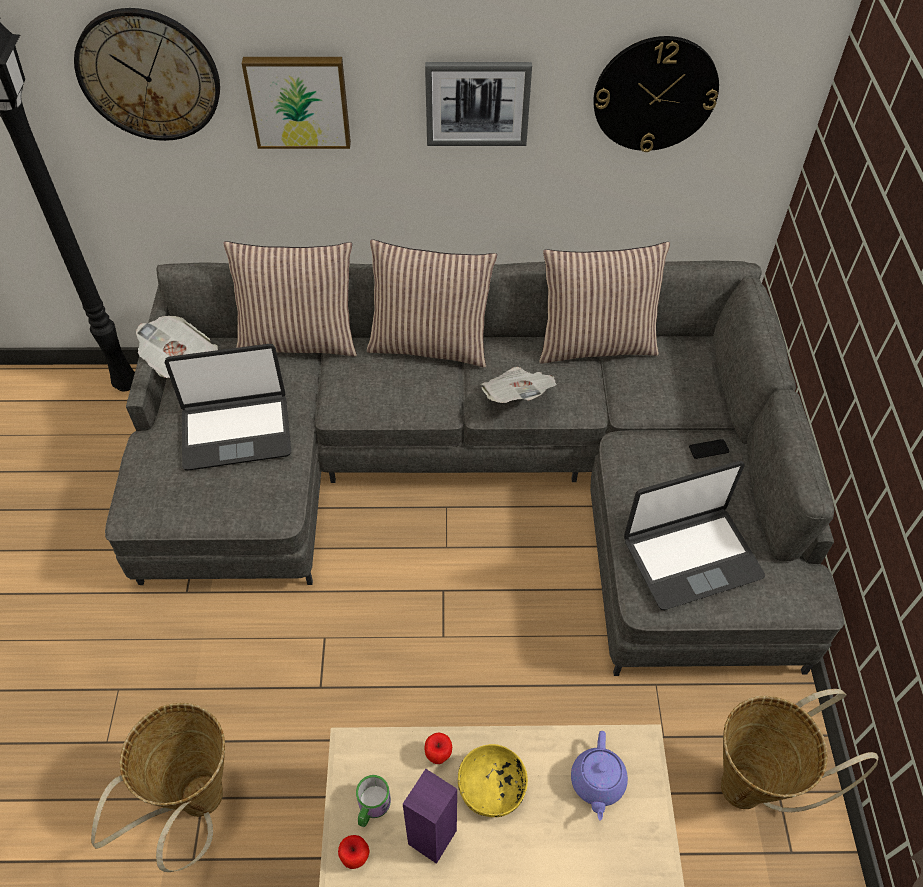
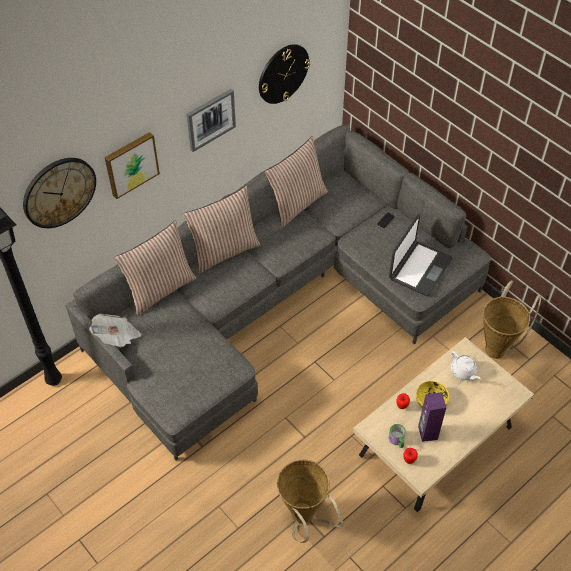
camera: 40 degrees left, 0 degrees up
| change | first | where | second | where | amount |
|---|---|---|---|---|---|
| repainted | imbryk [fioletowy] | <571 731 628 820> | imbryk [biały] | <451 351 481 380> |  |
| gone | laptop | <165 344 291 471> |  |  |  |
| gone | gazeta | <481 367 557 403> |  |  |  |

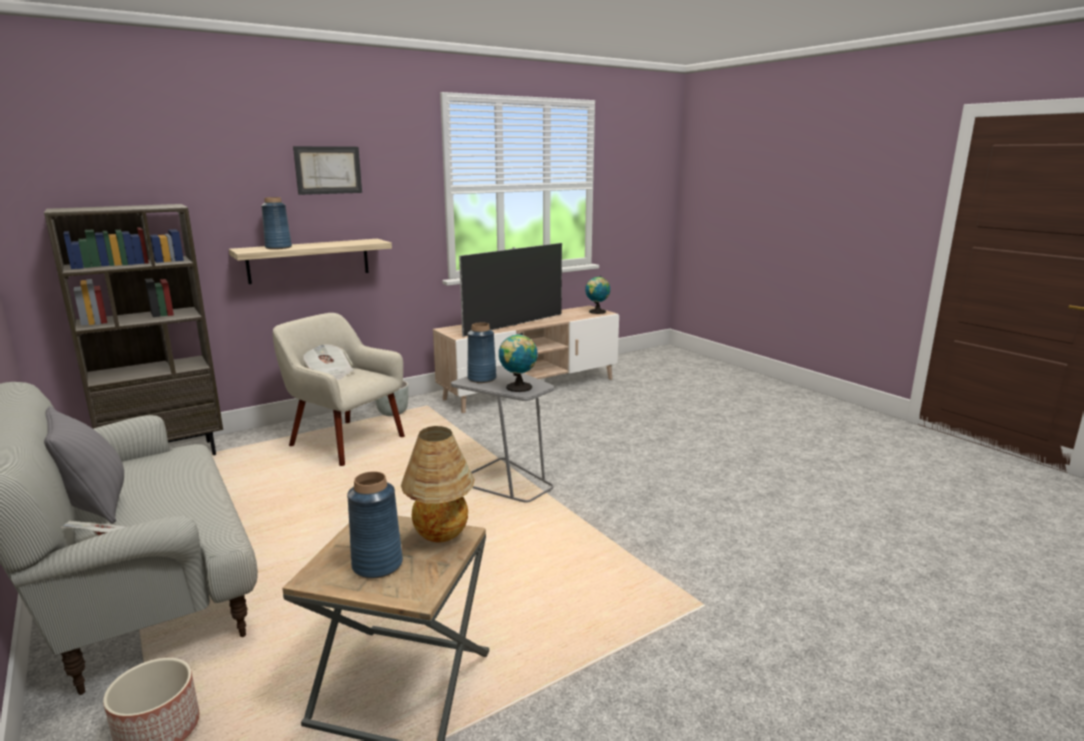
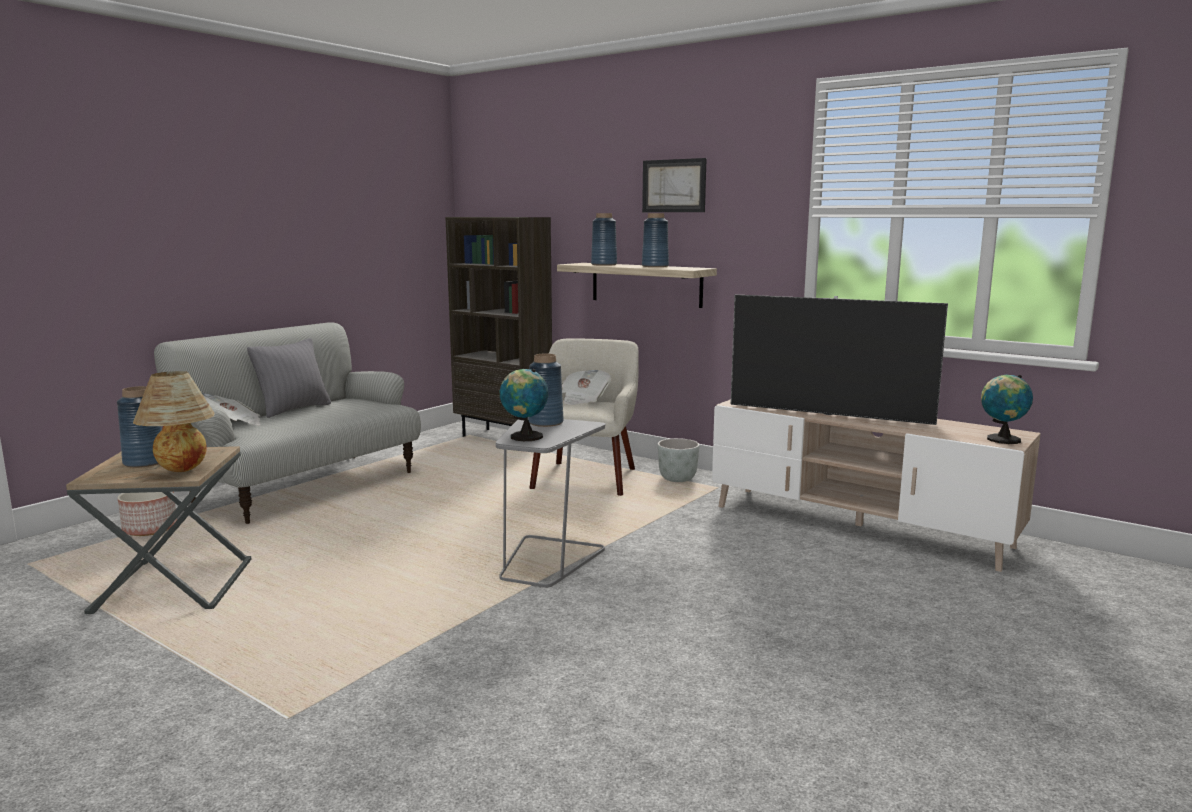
camera: 70 degrees right, 5 degrees down
| change | first | where | second | where | amount |
|---|---|---|---|---|---|
| new |  |  | wazon [niebieski] | <642 213 669 267> |  |

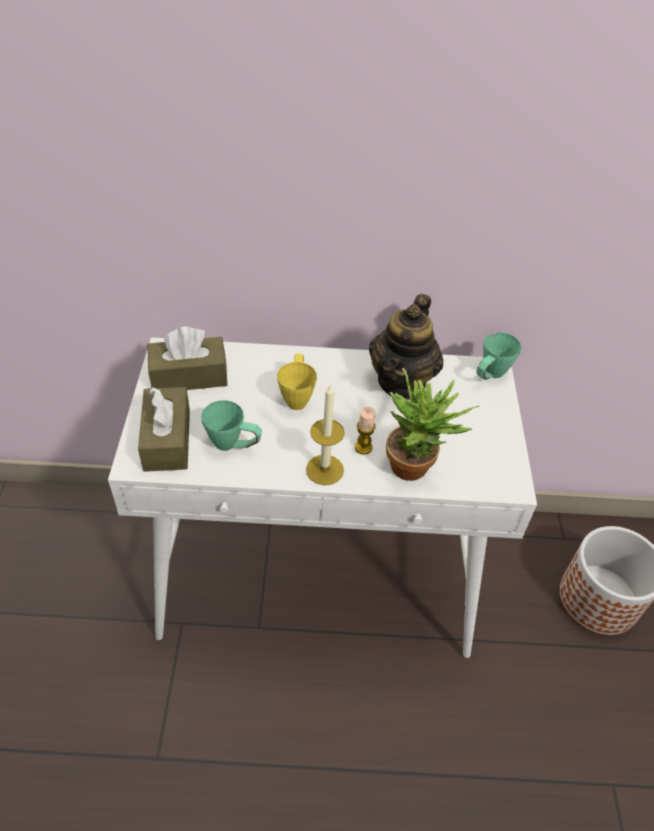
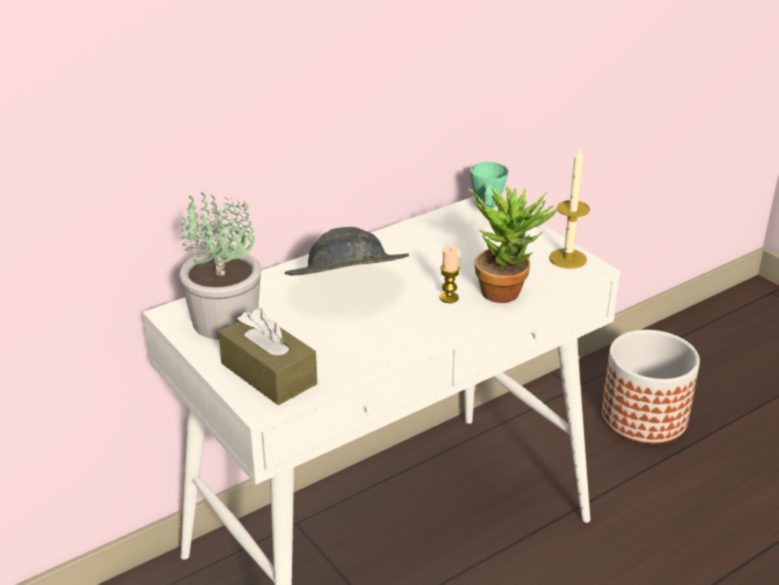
camera: 35 degrees left, 15 degrees down
| change | first | where | second | where | amount |
|---|---|---|---|---|---|
| swapped | pudełko chusteczek [brązowy] | <147 326 228 390> | roślina doniczkowa | <179 192 261 340> |  |
| swapped | kubek [żółty] | <277 354 317 410> | kapelusz [szary] | <285 227 409 275> |  |
| shifted | świeca | <306 383 345 485> |  | <549 148 590 269> |  |
| gone | kubek [zielony] | <201 400 262 451> |  |  |  |
| gone | imbryk | <369 294 443 400> |  |  |  |

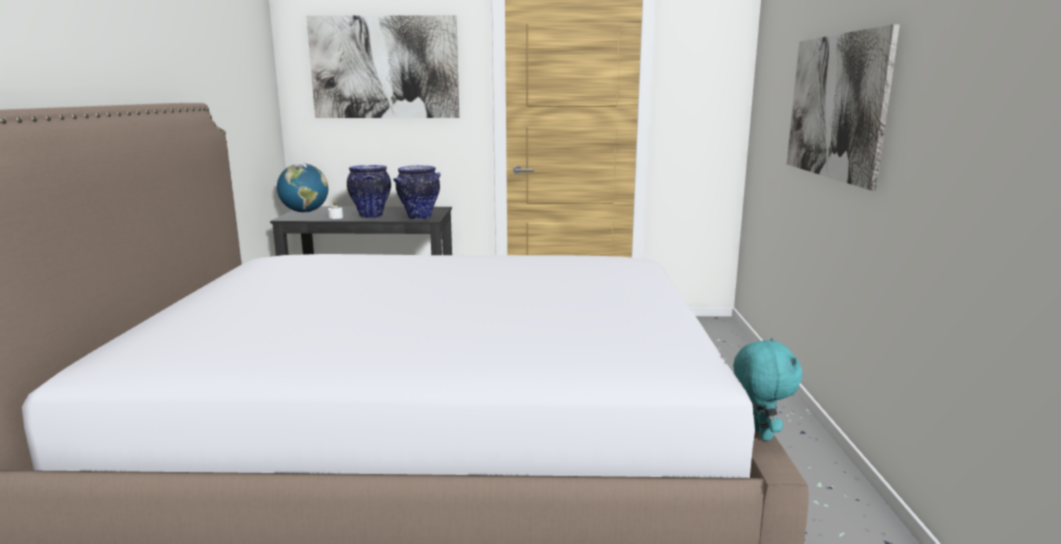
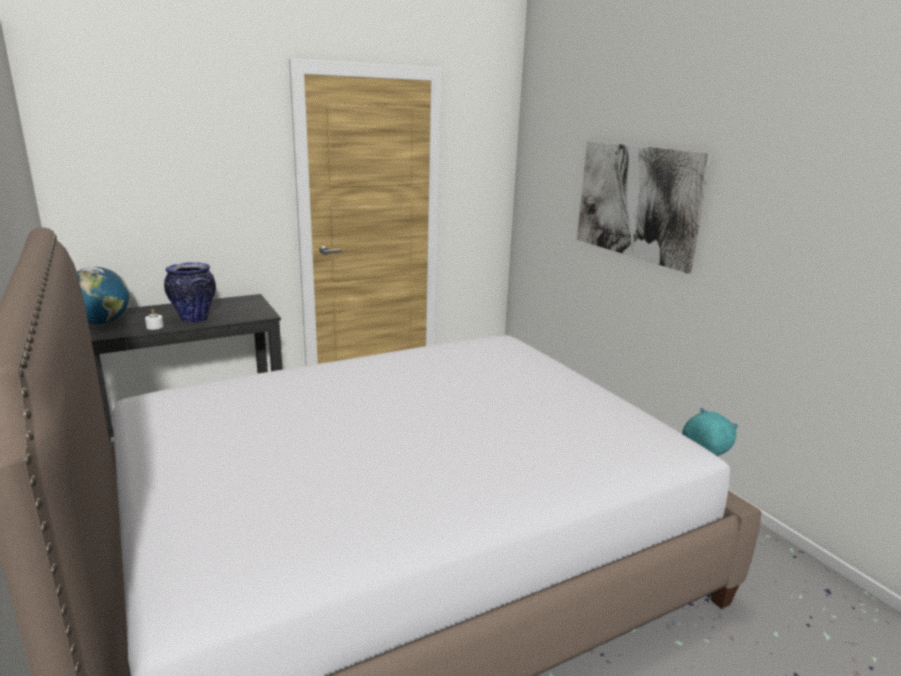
camera: 30 degrees left, 5 degrees up
| change | first | where | second | where | amount |
|---|---|---|---|---|---|
| gone | obraz | <306 15 459 118> |  |  |  |
| gone | wazon | <393 165 440 220> |  |  |  |

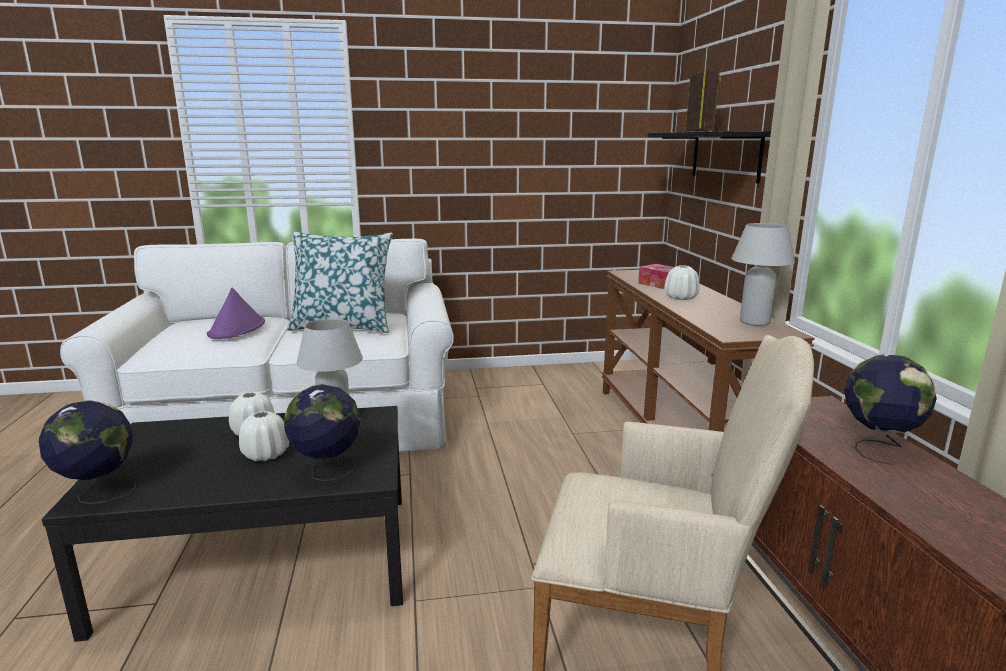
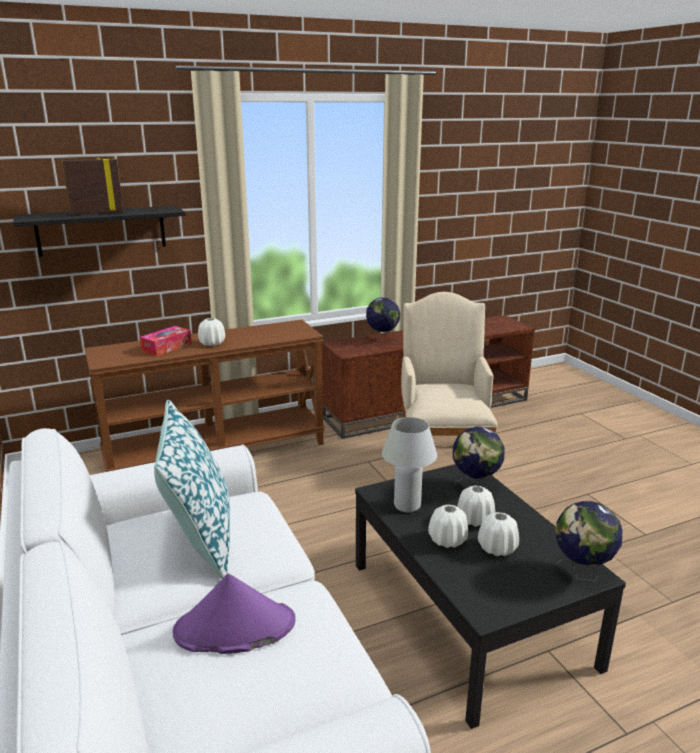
camera: 105 degrees left, 5 degrees up
| change | first | where | second | where | amount |
|---|---|---|---|---|---|
| new |  |  | wazon [biały] | <478 512 519 556> |  |
| gone | lampa stołowa [biały] | <731 223 795 326> |  |  |  |

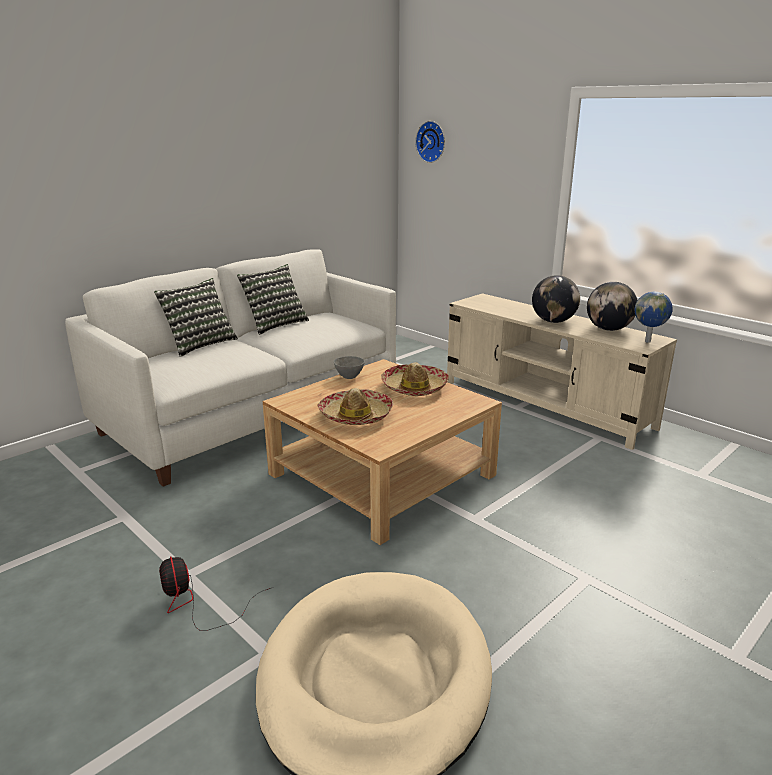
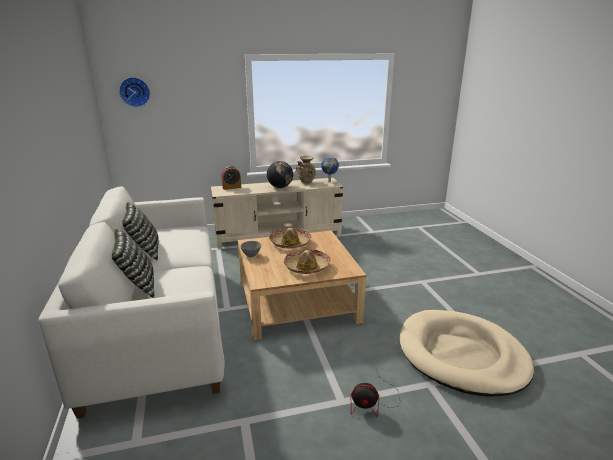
camera: 60 degrees left, 0 degrees up
| change | first | where | second | where | amount |
|---|---|---|---|---|---|
| new |  |  | budzik | <222 166 241 190> |  |
| swapped | globus | <587 282 637 331> | wazon [beżowy] | <296 156 316 184> |  |

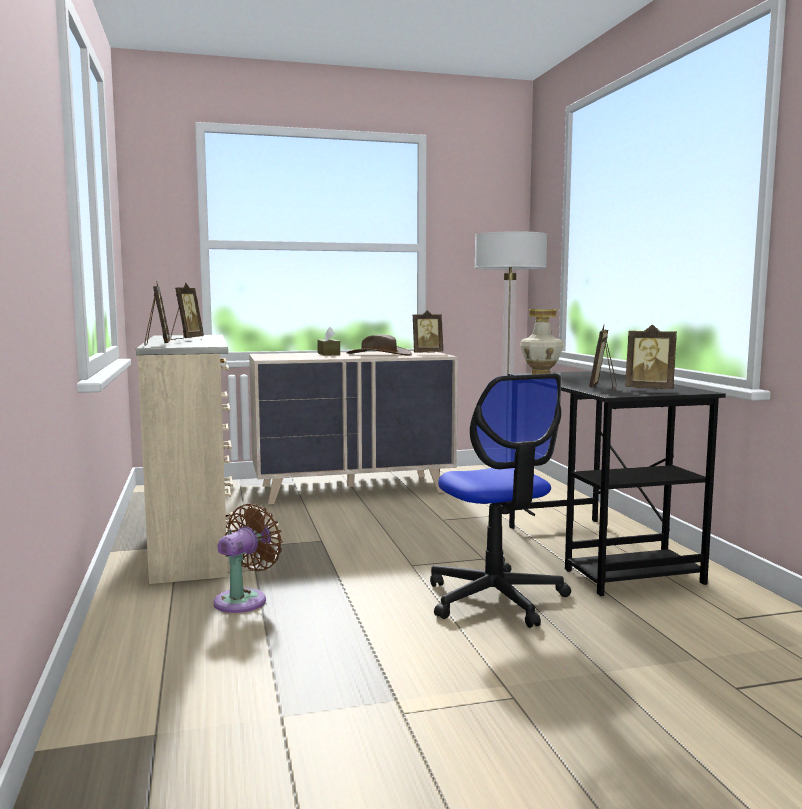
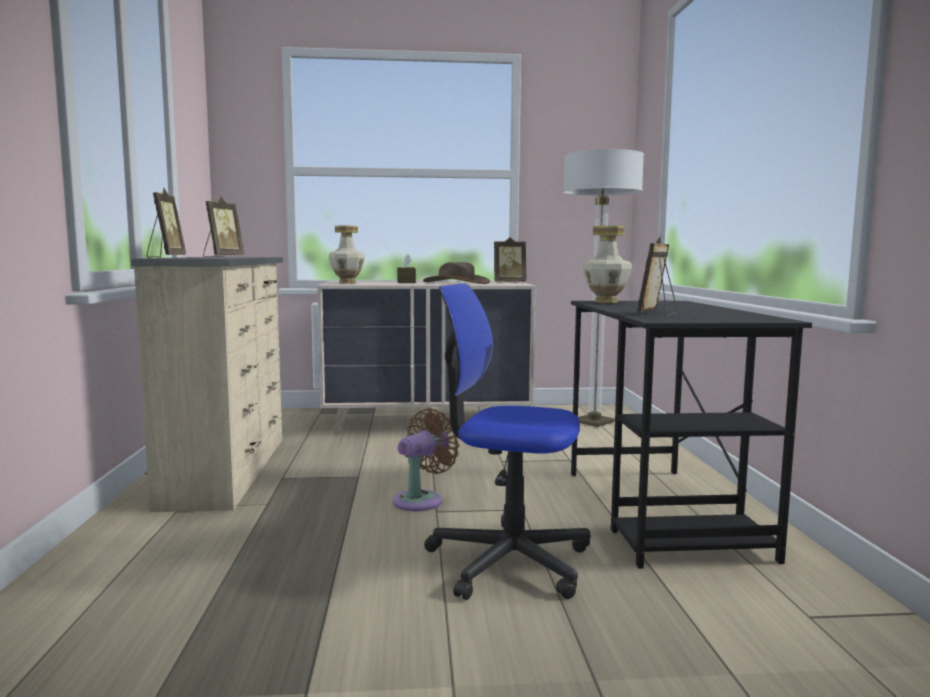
camera: 10 degrees right, 0 degrees up
| change | first | where | second | where | amount |
|---|---|---|---|---|---|
| new |  |  | wazon | <328 226 365 283> |  |
| shifted | wentylator [brązowy] | <213 503 283 613> |  | <393 408 460 511> |  |
| rotated | krzesło biurowe | <430 374 571 628> |  | <424 283 590 600> | 120 degrees clockwise |
| gone | ramka na zdjęcie | <625 325 677 389> |  |  |  |

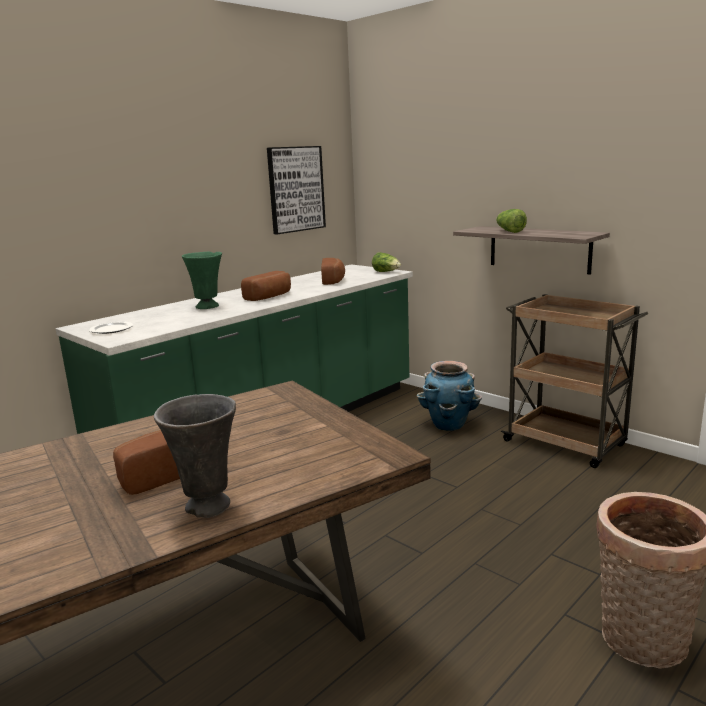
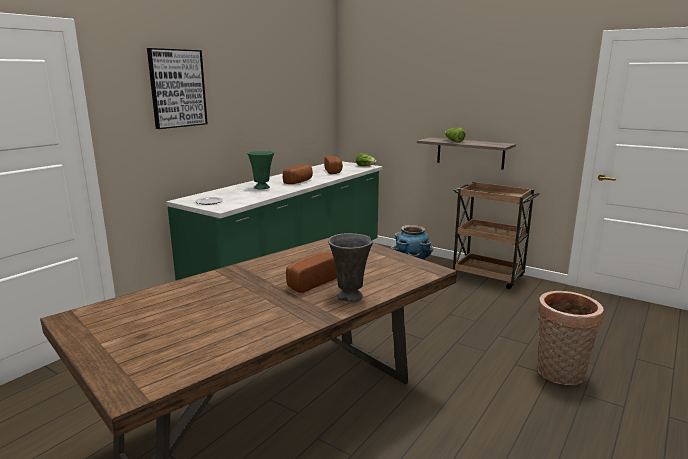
camera: 10 degrees left, 0 degrees up
| change | first | where | second | where | amount |
|---|---|---|---|---|---|
| shifted | obraz | <267 146 326 234> |  | <147 48 208 129> |  |

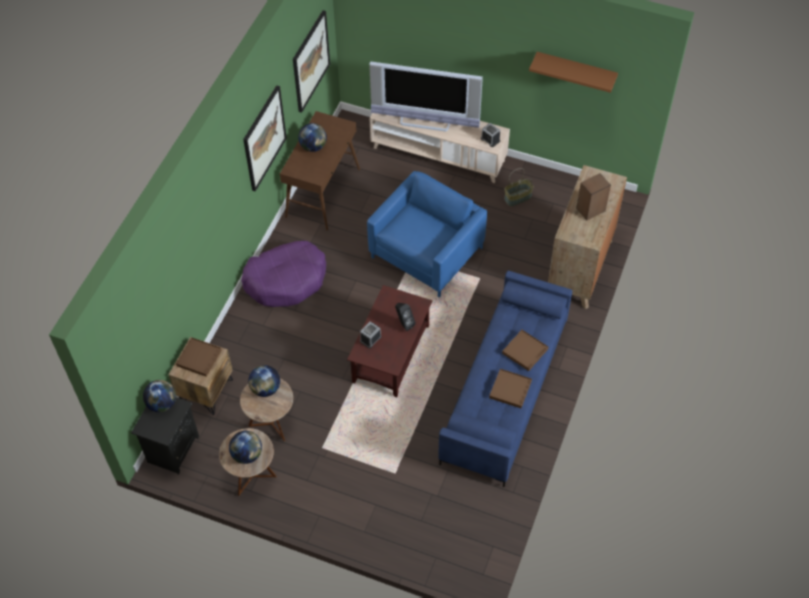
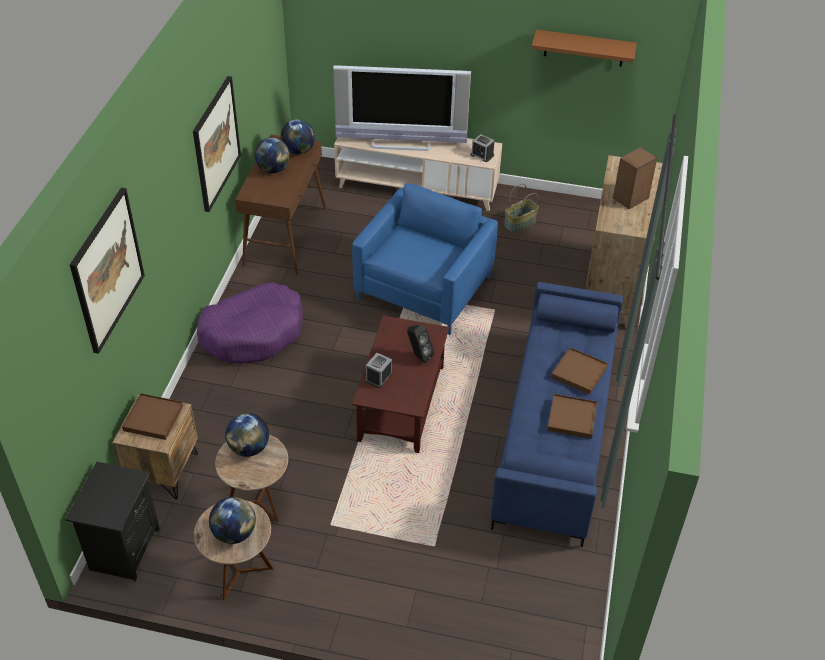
camera: 10 degrees left, 10 degrees down
| change | first | where | second | where | amount |
|---|---|---|---|---|---|
| shifted | obraz | <293 10 330 113> |  | <70 188 145 354> |  |
| shifted | globus | <143 380 176 412> |  | <280 119 315 154> |  |

